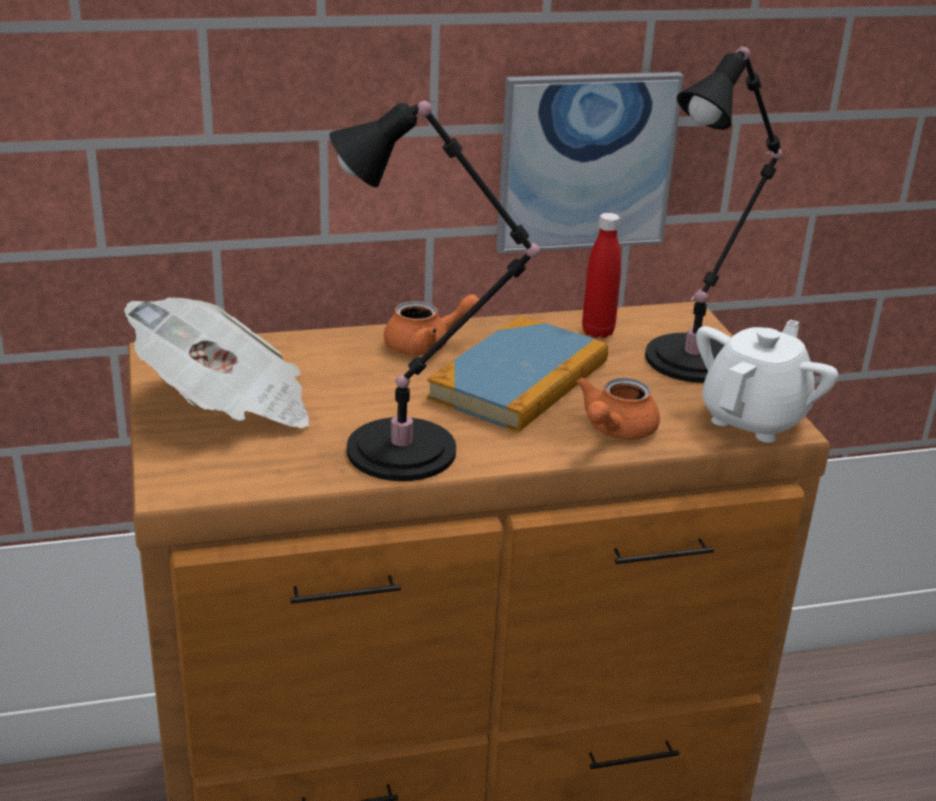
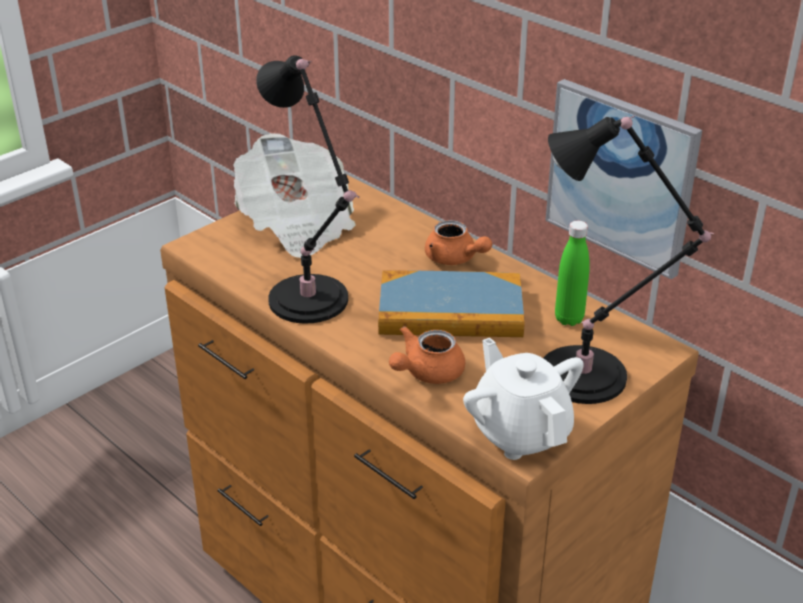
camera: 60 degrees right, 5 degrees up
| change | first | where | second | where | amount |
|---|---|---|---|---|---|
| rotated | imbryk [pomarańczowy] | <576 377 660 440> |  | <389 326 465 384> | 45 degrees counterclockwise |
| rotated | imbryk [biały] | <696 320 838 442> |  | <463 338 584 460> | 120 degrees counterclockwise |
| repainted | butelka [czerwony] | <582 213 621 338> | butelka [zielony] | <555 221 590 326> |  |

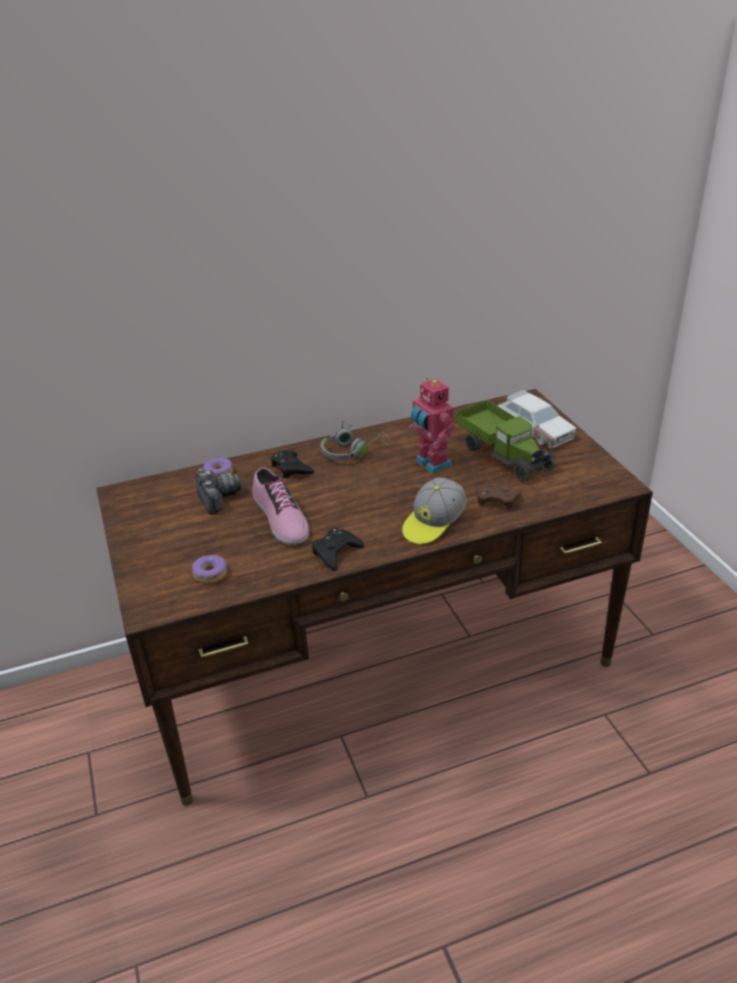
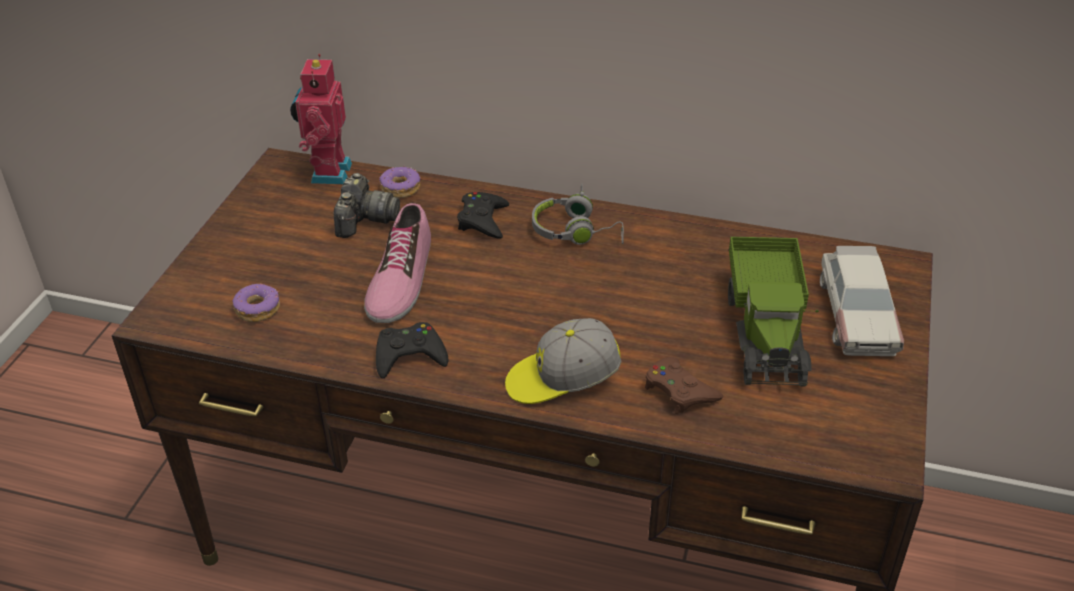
camera: 35 degrees right, 5 degrees up
| change | first | where | second | where | amount |
|---|---|---|---|---|---|
| shifted | robot zabawkowy | <409 377 455 474> |  | <290 54 352 184> |  |

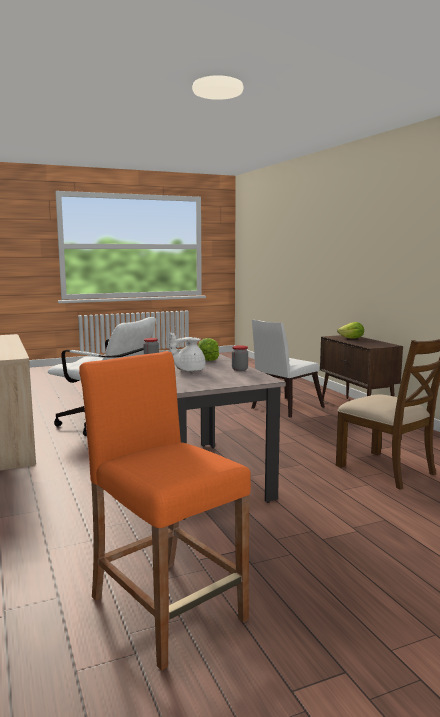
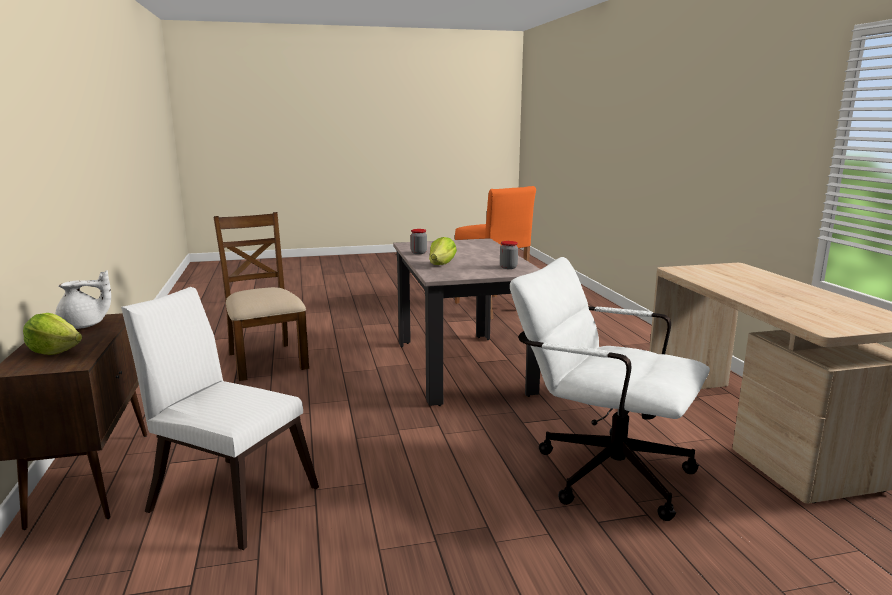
camera: 170 degrees left, 5 degrees up
| change | first | where | second | where | amount |
|---|---|---|---|---|---|
| shifted | imbryk [biały] | <169 332 206 372> |  | <55 270 111 329> |  |
| rotated | krzesło [biały] | <252 319 325 418> |  | <121 287 319 550> | 120 degrees counterclockwise |

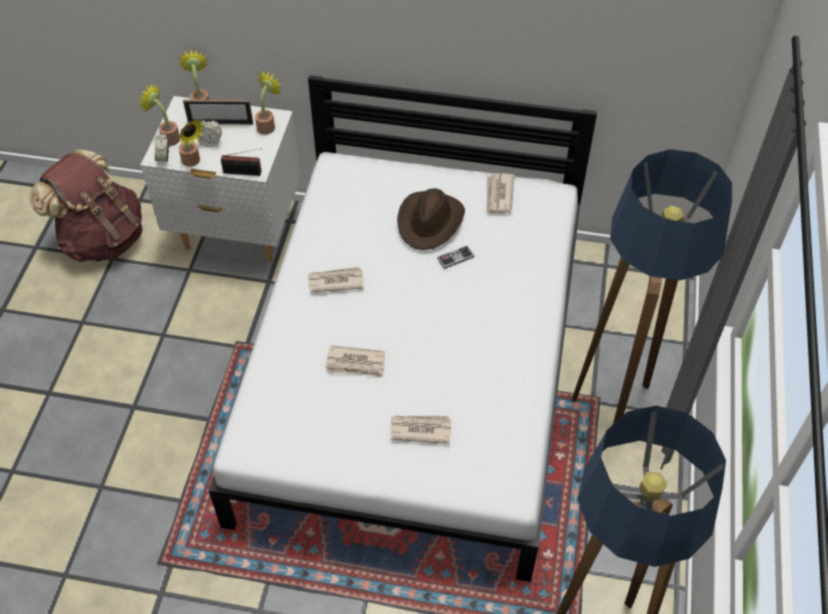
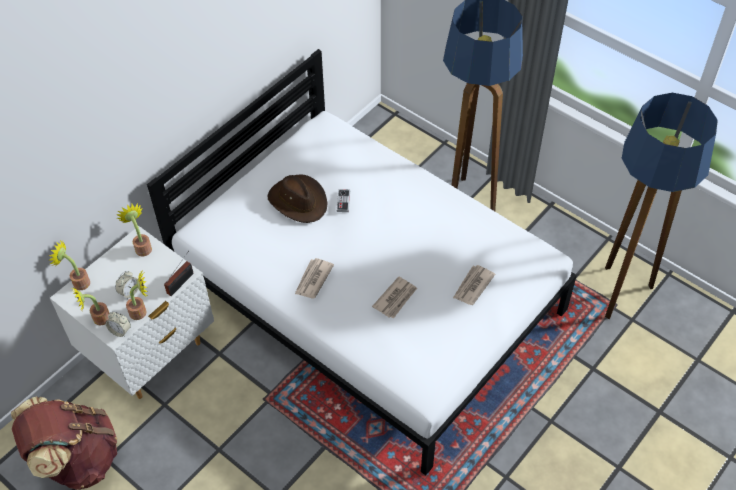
camera: 60 degrees left, 0 degrees up
| change | first | where | second | where | amount |
|---|---|---|---|---|---|
| gone | ramka na zdjęcie | <183 99 253 125> |  |  |  |
| gone | gazeta | <486 173 514 214> |  |  |  |

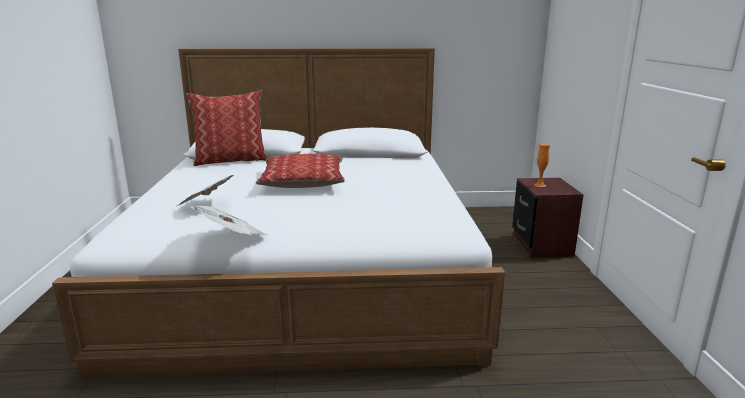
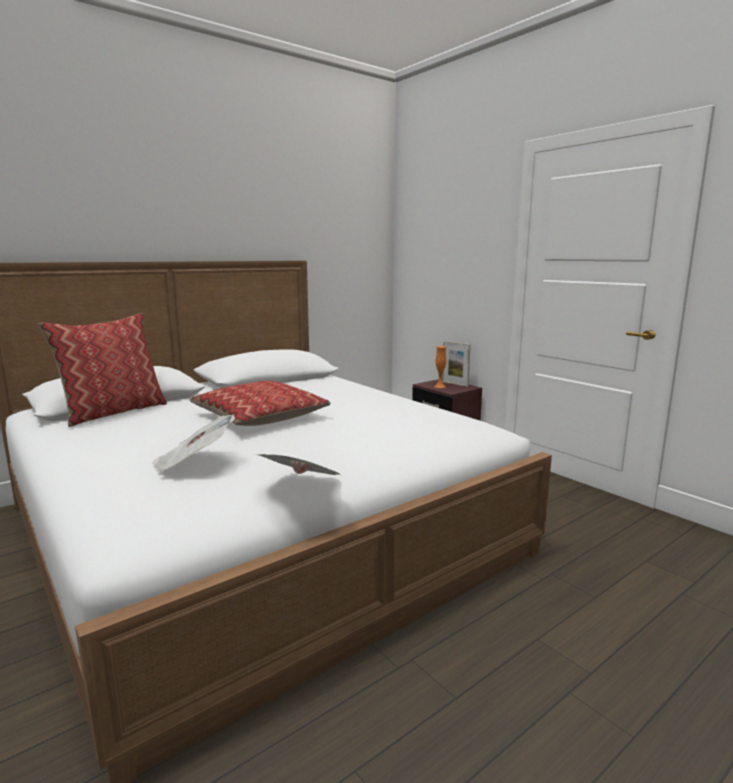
camera: 35 degrees left, 5 degrees down
| change | first | where | second | where | amount |
|---|---|---|---|---|---|
| new |  |  | ramka na zdjęcie | <442 341 471 387> |  |

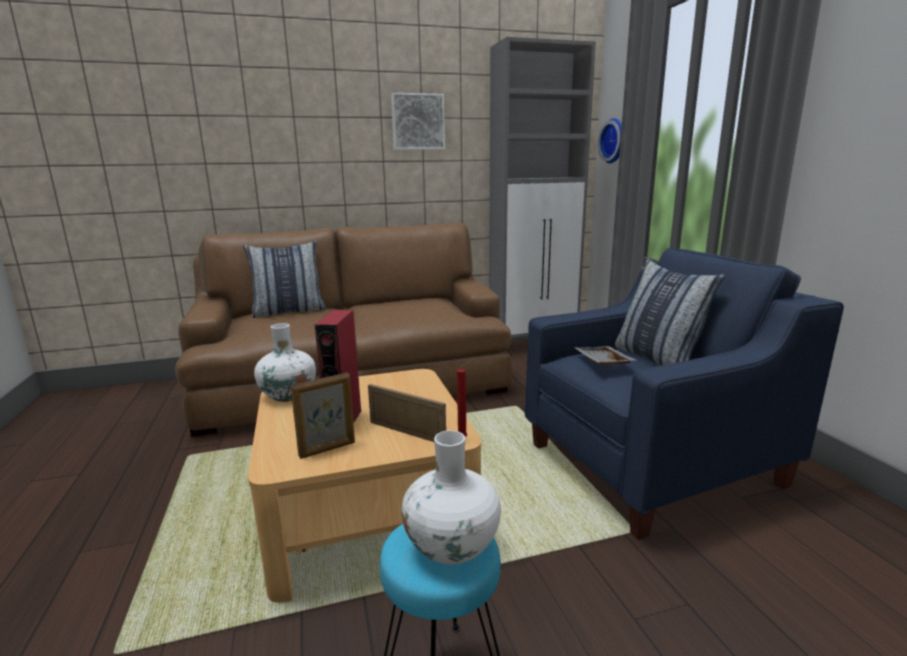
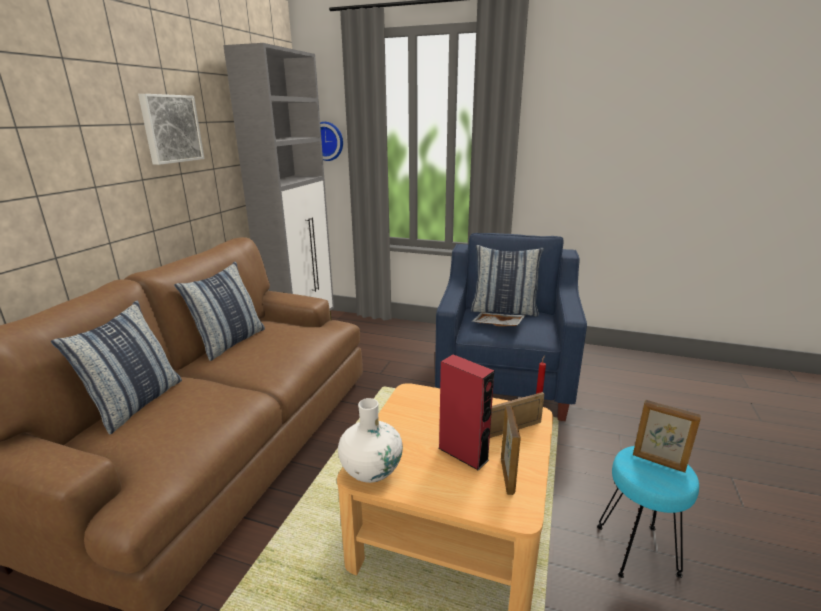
camera: 55 degrees left, 5 degrees up
| change | first | where | second | where | amount |
|---|---|---|---|---|---|
| new |  |  | poduszka | <174 262 265 361> |  |
| swapped | wazon [biały] | <402 430 501 564> | ramka na zdjęcie | <633 400 701 473> |  |

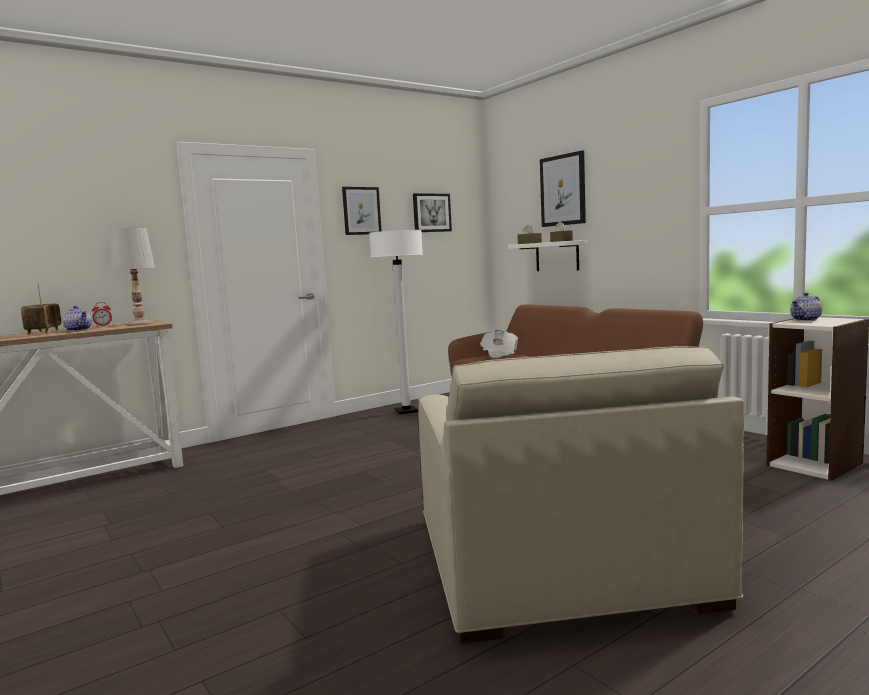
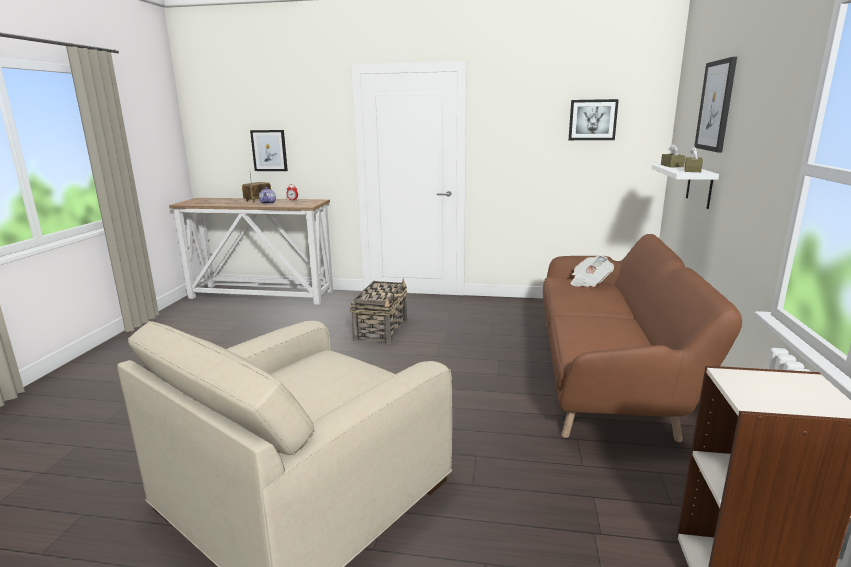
camera: 45 degrees right, 10 degrees up
| change | first | where | second | where | amount |
|---|---|---|---|---|---|
| shifted | obraz | <342 187 381 235> |  | <250 130 288 171> |  |
| new |  |  | koszyk | <350 278 407 344> |  |
| gone | lampa stołowa [biały] | <110 227 155 325> |  |  |  |
| gone | lampa stojąca [biały] | <369 230 423 414> |  |  |  |
| gone | imbryk | <790 293 822 321> |  |  |  |

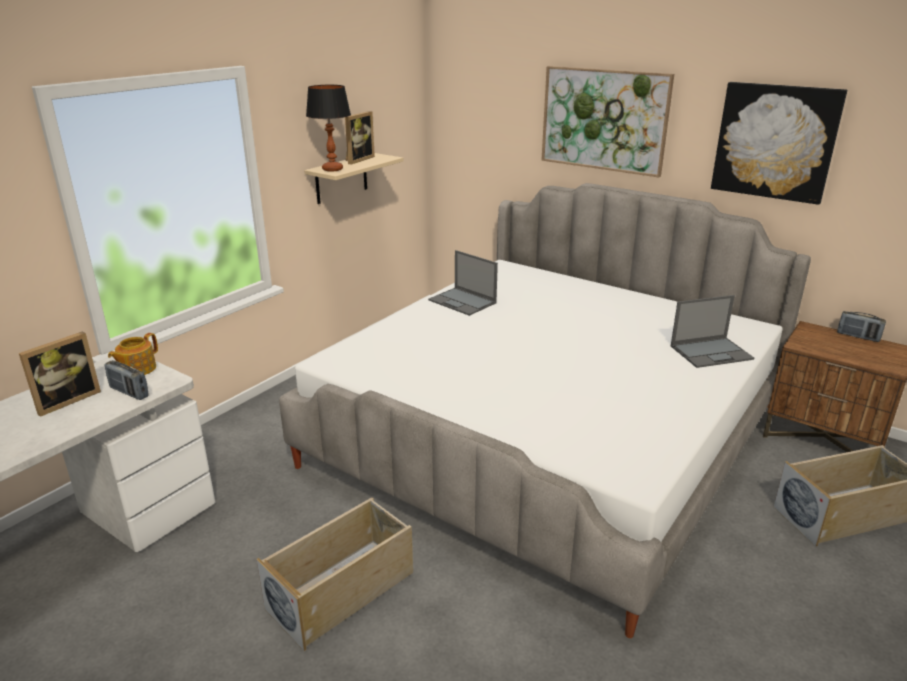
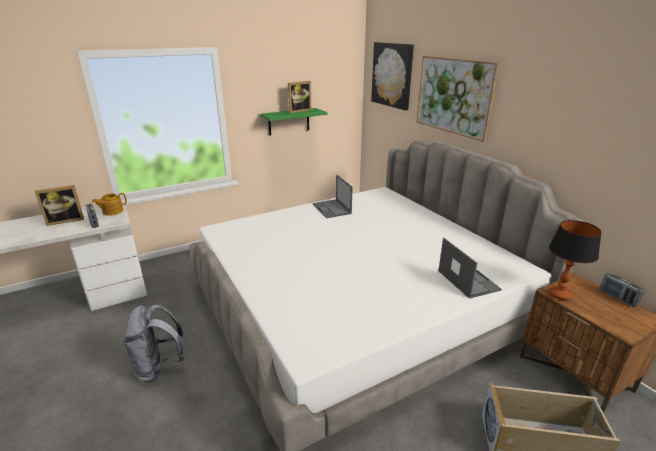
camera: 25 degrees right, 0 degrees up
| change | first | where | second | where | amount |
|---|---|---|---|---|---|
| swapped | pojemnik do przechowywania [beżowy] | <257 497 413 651> | plecak [szary] | <123 305 185 382> |  |
| repainted | półka [beżowy] | <304 153 403 204> | półka [zielony] | <260 108 328 136> |  |
| shifted | obraz | <711 82 847 205> |  | <371 42 414 110> |  |
| rotated | laptop | <671 295 754 368> |  | <438 238 502 299> | 120 degrees counterclockwise |
| shifted | lampa stołowa | <306 85 351 171> |  | <549 220 602 300> |  |

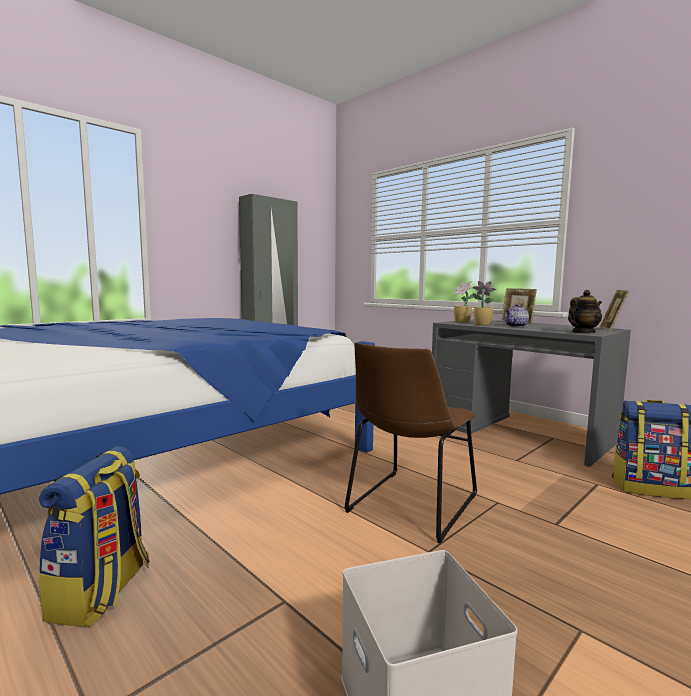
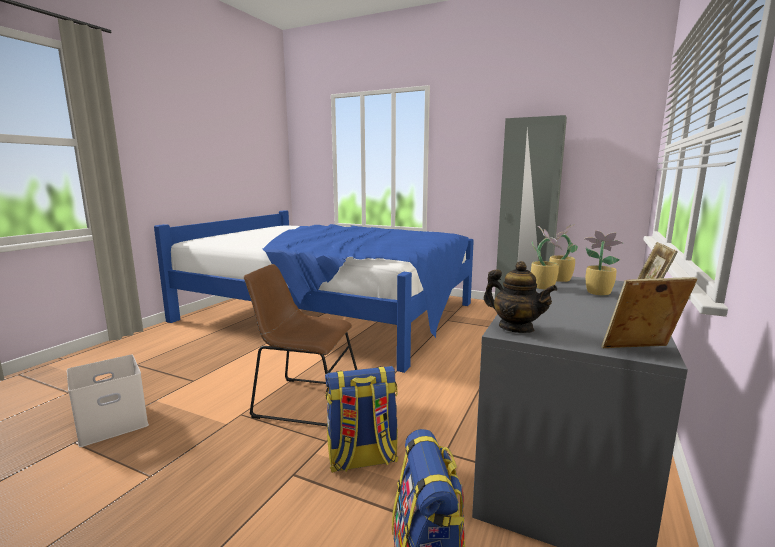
camera: 70 degrees right, 5 degrees up
| change | first | where | second | where | amount |
|---|---|---|---|---|---|
| shifted | plecak | <39 447 150 627> |  | <325 366 399 473> |  |
| new |  |  | roślina doniczkowa | <585 230 623 295> |  |
| gone | imbryk | <505 304 529 327> |  |  |  |

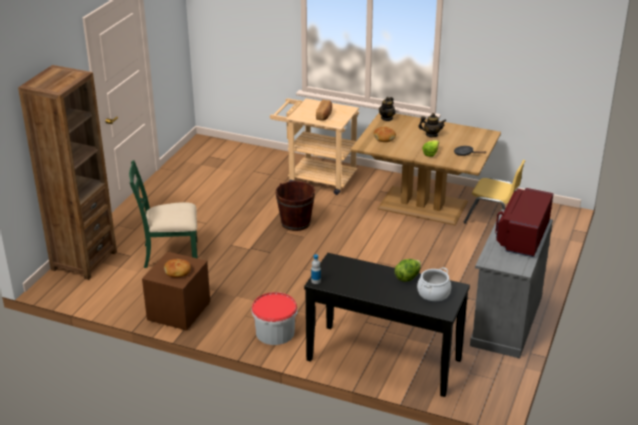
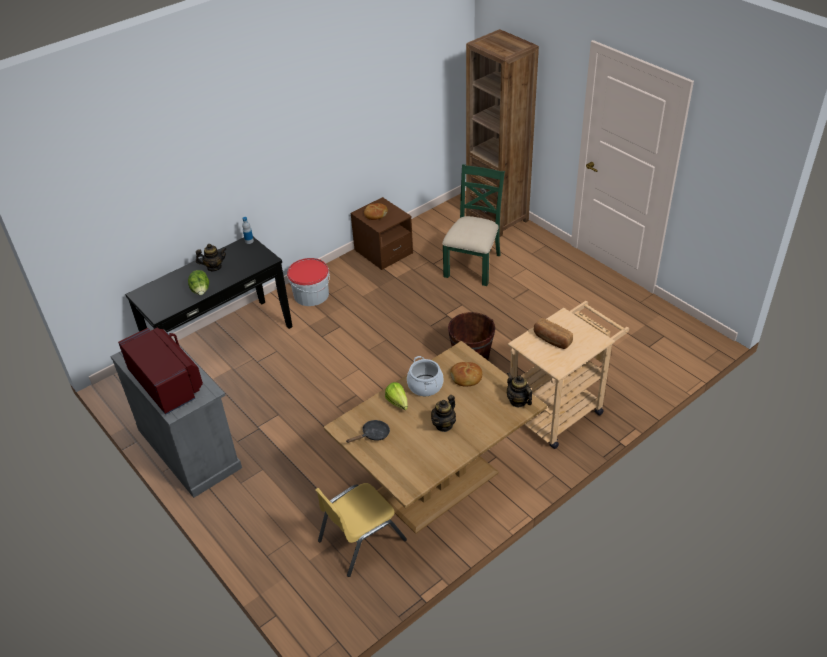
camera: 120 degrees right, 10 degrees up
| change | first | where | second | where | amount |
|---|---|---|---|---|---|
| new |  |  | imbryk | <196 244 227 271> |  |
| shifted | garnek | <417 267 451 302> |  | <407 356 444 396> |  |

